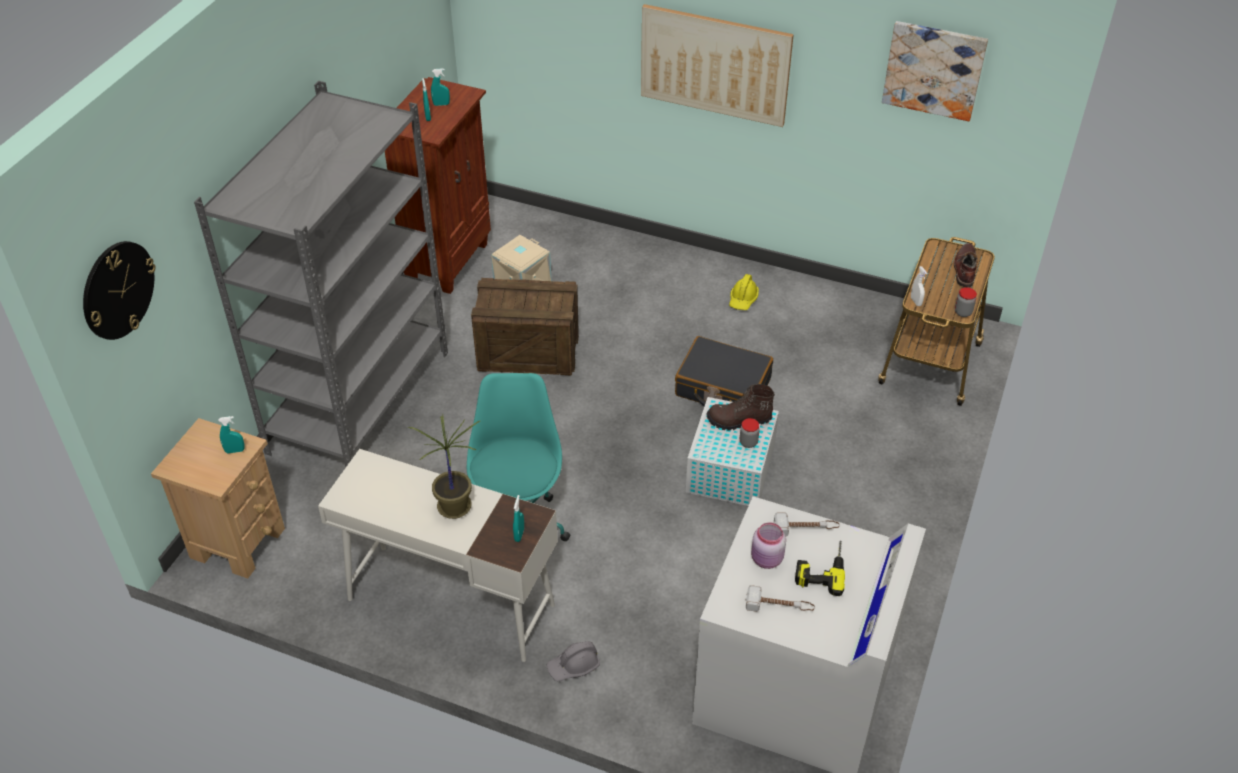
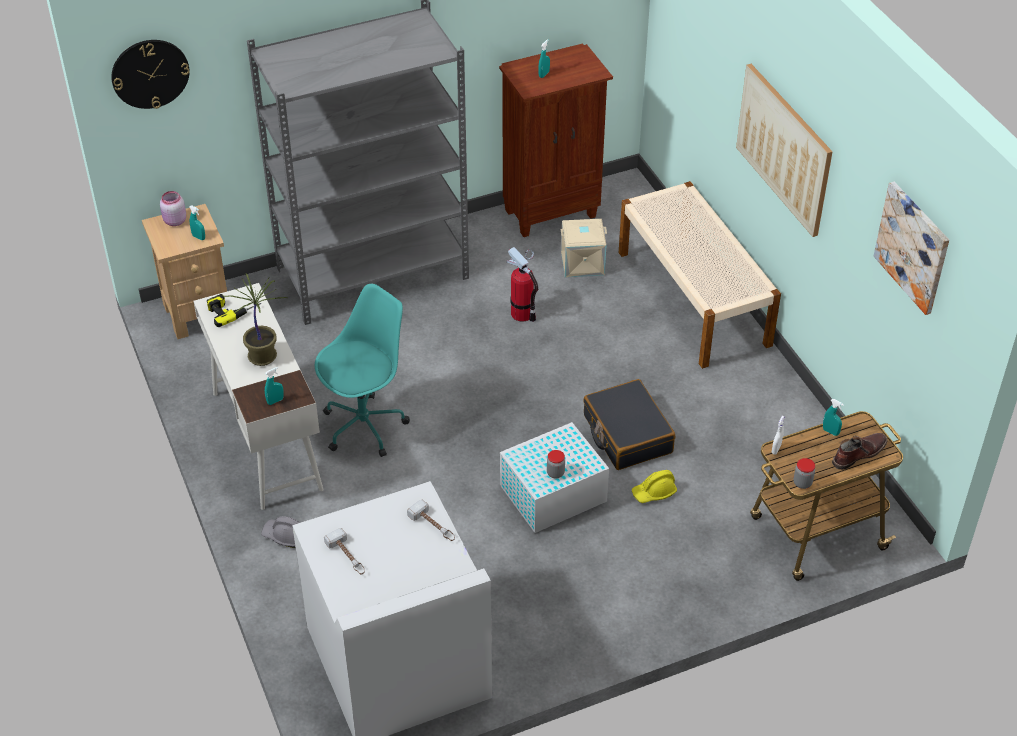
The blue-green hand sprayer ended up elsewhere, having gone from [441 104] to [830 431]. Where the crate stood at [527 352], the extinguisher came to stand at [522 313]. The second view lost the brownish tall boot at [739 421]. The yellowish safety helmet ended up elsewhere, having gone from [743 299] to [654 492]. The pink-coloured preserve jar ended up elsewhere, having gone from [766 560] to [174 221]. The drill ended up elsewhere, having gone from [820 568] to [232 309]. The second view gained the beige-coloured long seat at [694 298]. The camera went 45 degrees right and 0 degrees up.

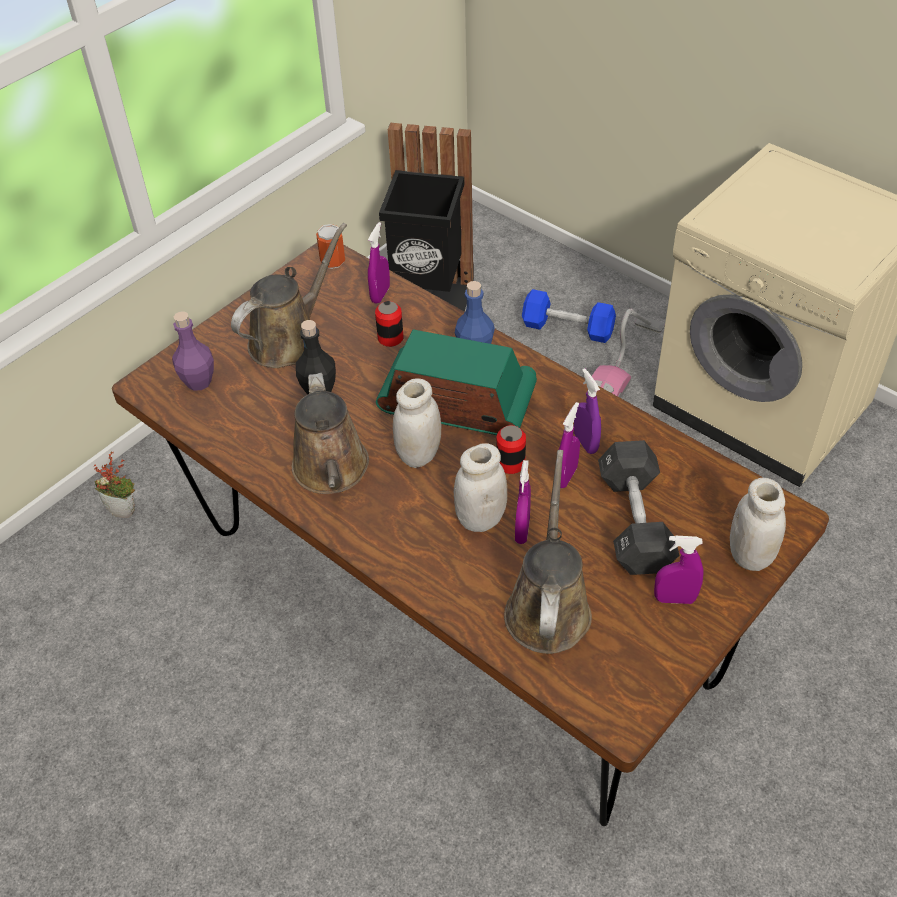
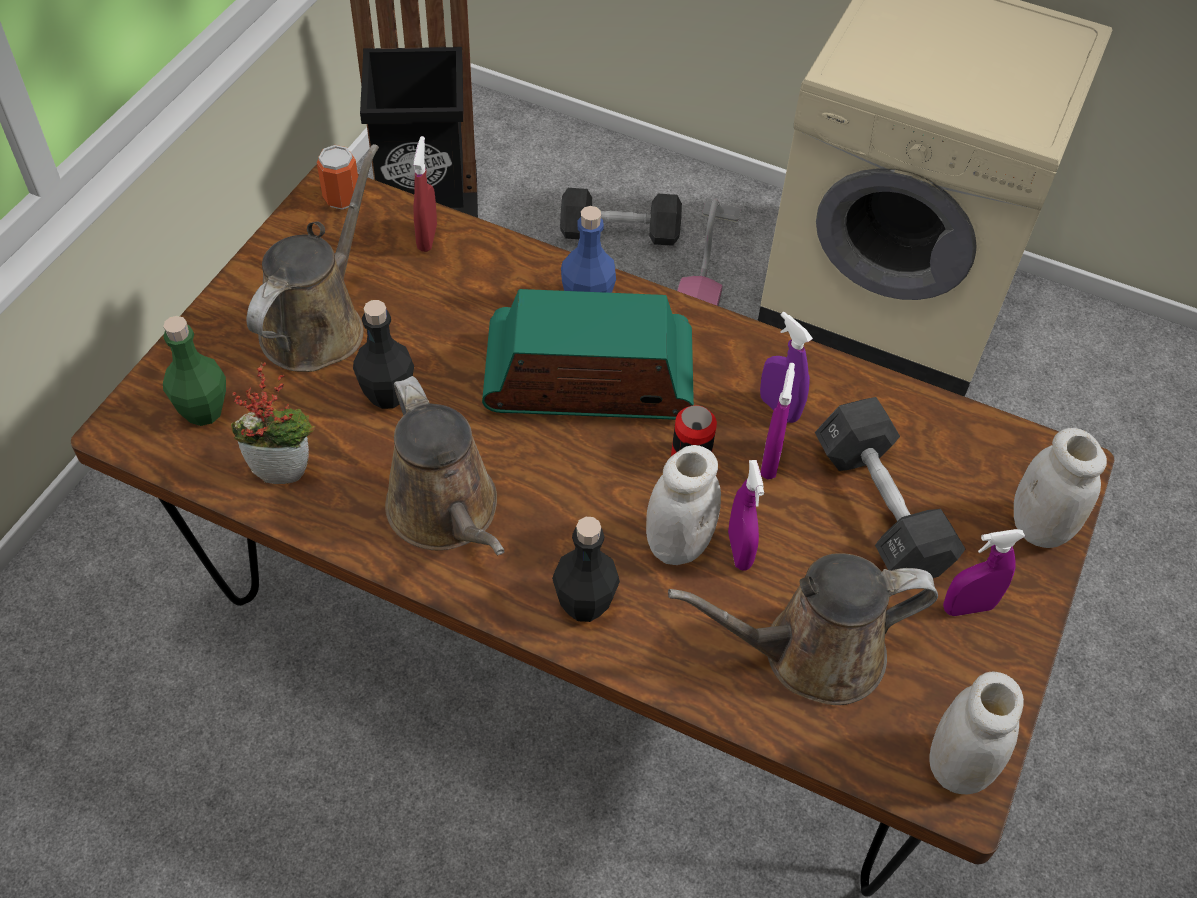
The plant in a pot ended up elsewhere, having gone from [125 510] to [285 469]. What was the purplish drink bottle at [198 382] turned into the greenish drink bottle at [203 411]. What was the purplish hand sprayer at [380 294] turned into the red-coloured hand sprayer at [427 238]. The second view lost the sealed can at [390 338]. The whitish preserve jar ended up elsewhere, having gone from [419 455] to [957 766]. The brownish sprinkling can at [548 606] ended up facing another way, 90 degrees counterclockwise from before. What was the blue-coloured dumbbell at [567 328] turned into the black dumbbell at [619 232]. The second view gained the black drink bottle at [584 604]. The camera went 20 degrees left and 5 degrees up.

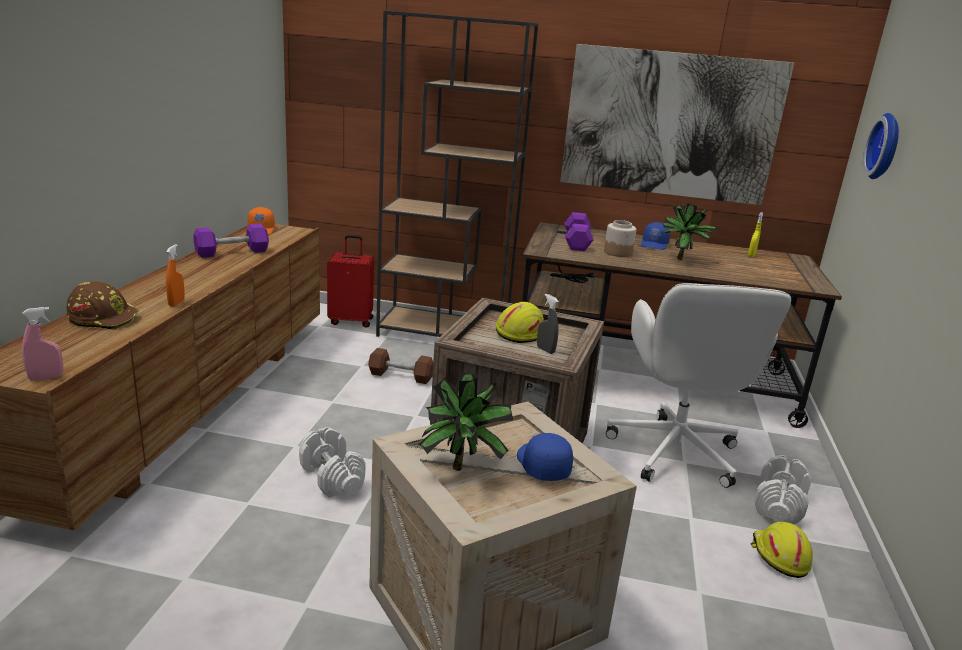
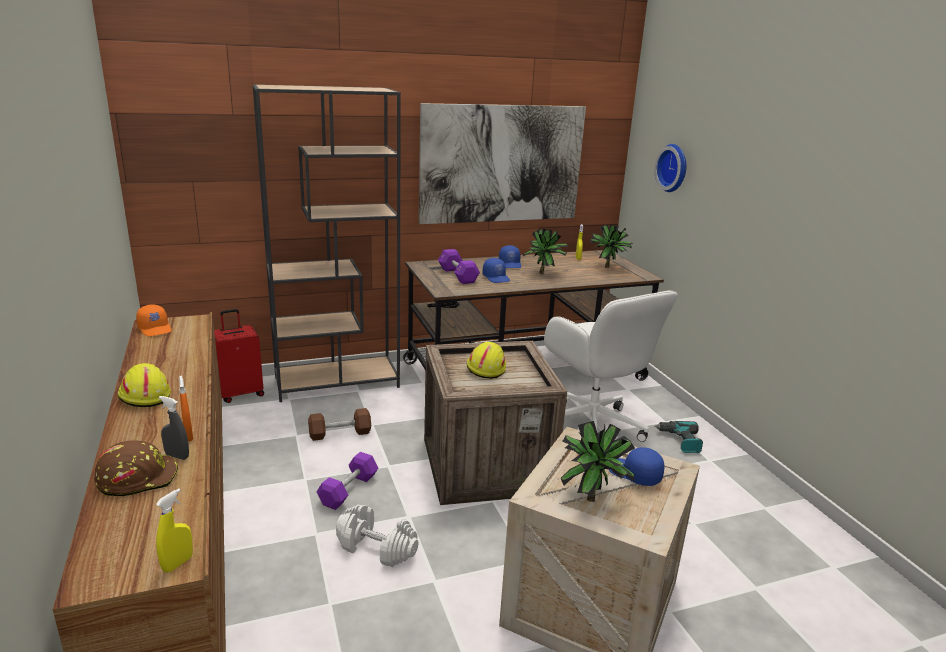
What was the pink-coloured hand sprayer at [46 378] turned into the yellowish hand sprayer at [178 563]. The purplish dumbbell ended up elsewhere, having gone from [232 252] to [348 490]. The greyish hand sprayer ended up elsewhere, having gone from [545 350] to [177 456]. Where the preserve jar stood at [618 252], the blue-coloured cap came to stand at [496 278]. The yellowish safety helmet ended up elsewhere, having gone from [778 556] to [143 396]. Where the whitish dumbbell stood at [779 504], the drill came to stand at [680 441]. The second view gained the plant in a pot at [609 268]. The camera went 30 degrees left and 0 degrees up.

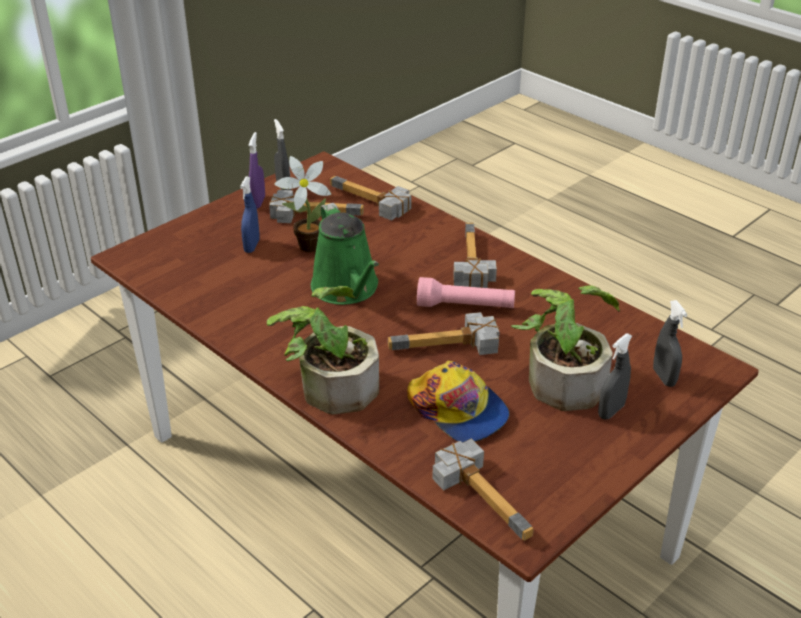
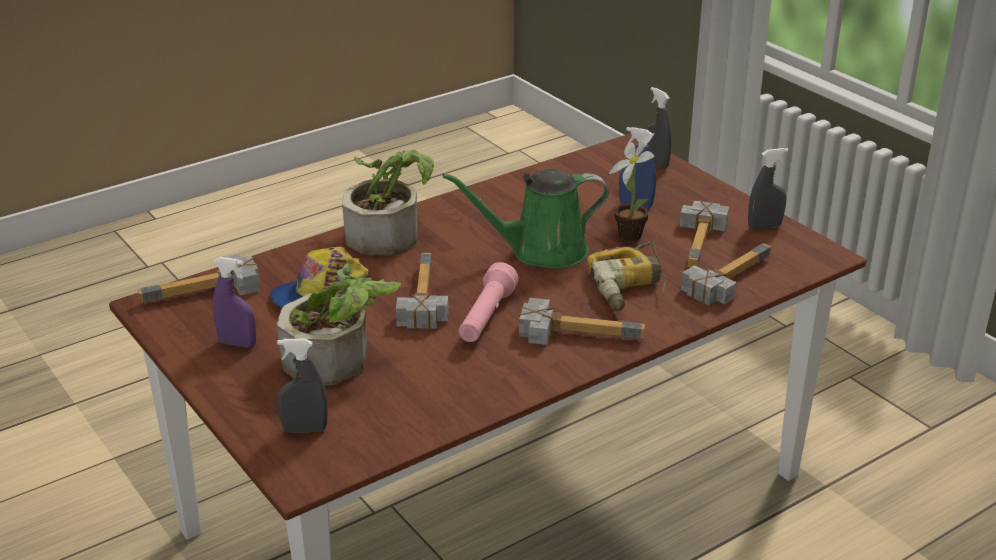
The purplish hand sprayer ended up elsewhere, having gone from [258 202] to [237 343]. The greyish hand sprayer ended up elsewhere, having gone from [611 411] to [655 164]. The second view gained the drill at [630 286]. The camera went 100 degrees right and 5 degrees down.

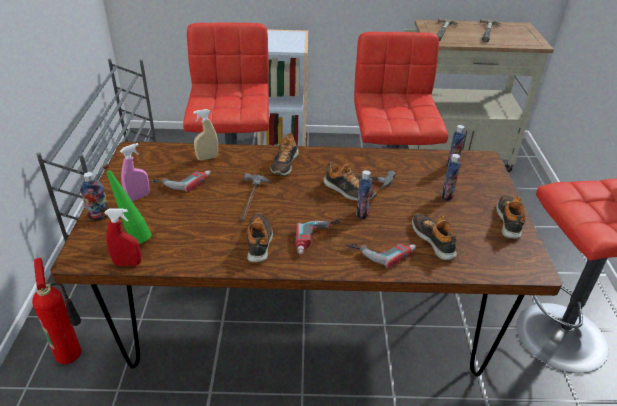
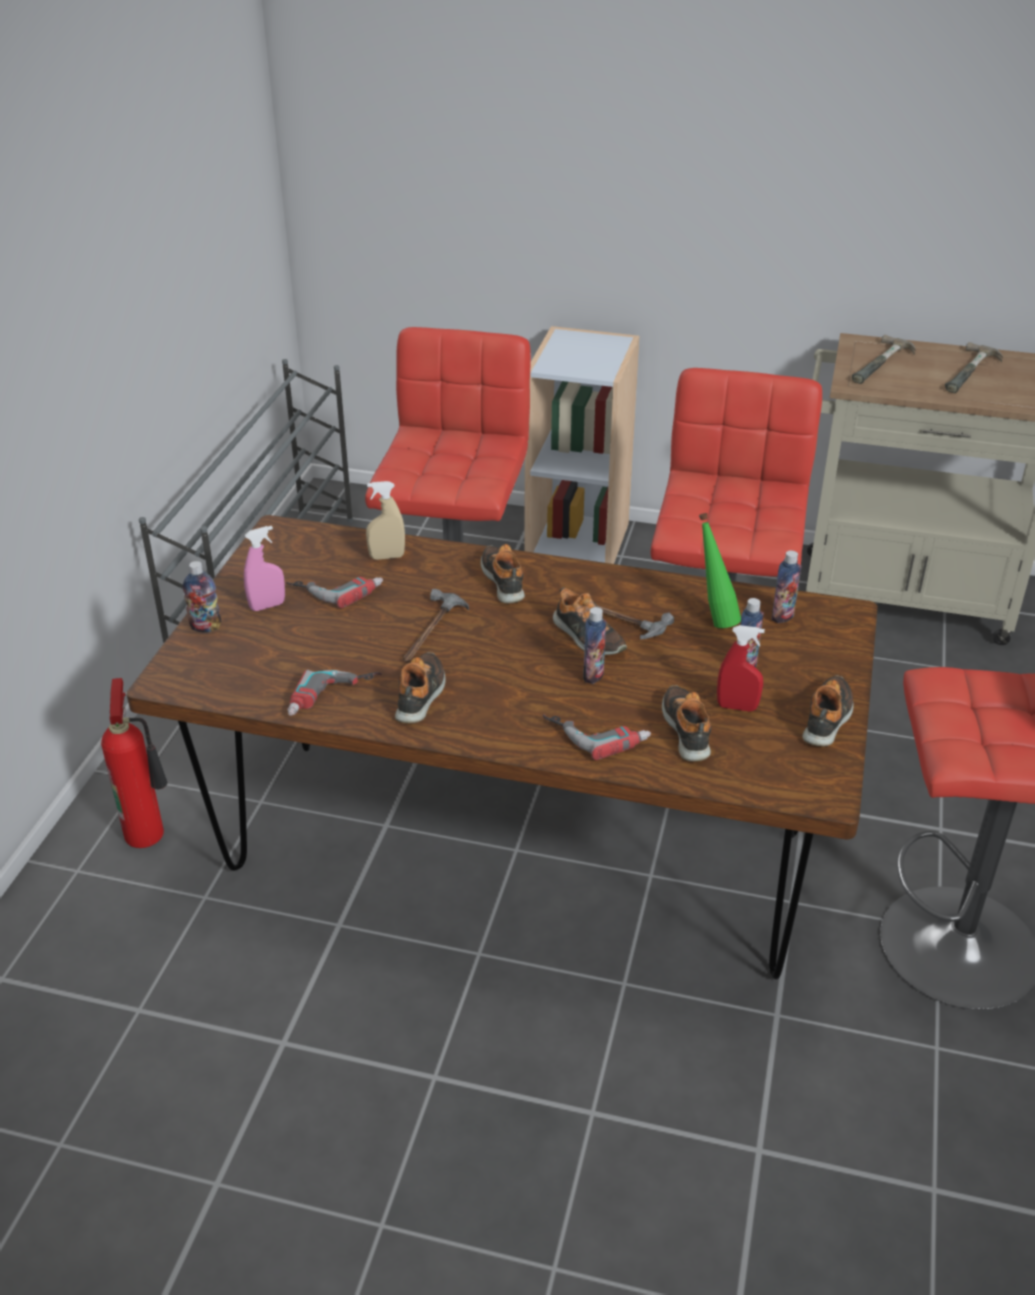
The greenish drink bottle ended up elsewhere, having gone from [134 237] to [713 619]. The red-coloured hand sprayer ended up elsewhere, having gone from [127 263] to [737 707]. The low shoe at [284 164] ended up facing another way, 135 degrees clockwise from before. The drill ended up elsewhere, having gone from [320 239] to [334 699]. The camera went 15 degrees right and 0 degrees up.

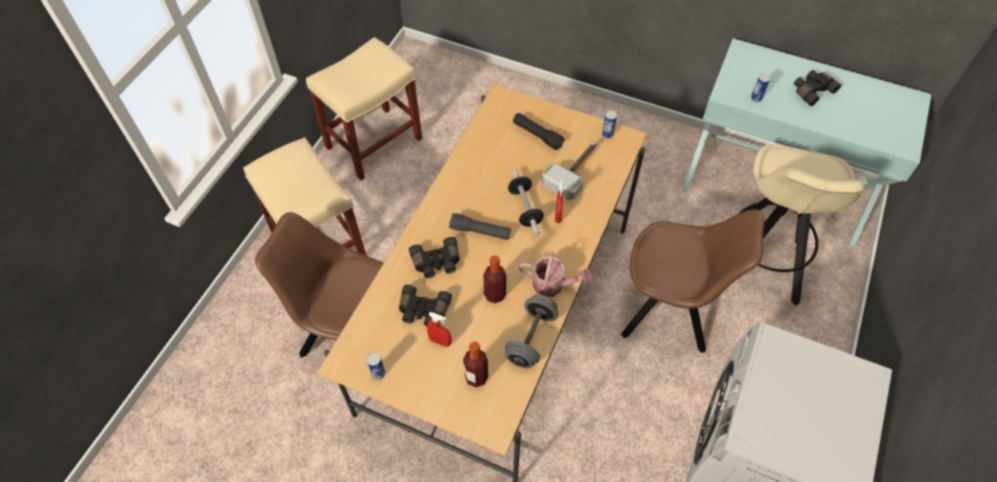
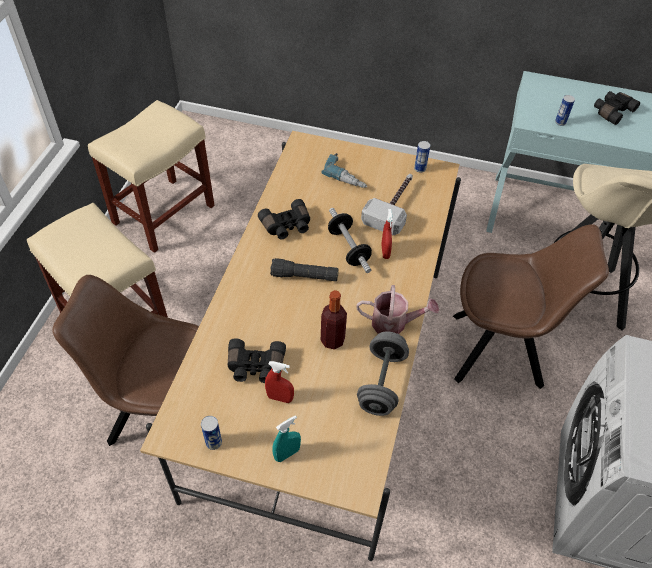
The black pair of binoculars ended up elsewhere, having gone from [436 263] to [287 226]. The second view lost the drink bottle at [476 377]. Where the black hand torch stood at [537 135], the drill came to stand at [347 175]. The second view gained the blue-green hand sprayer at [287 454]. The camera went 10 degrees left and 5 degrees down.

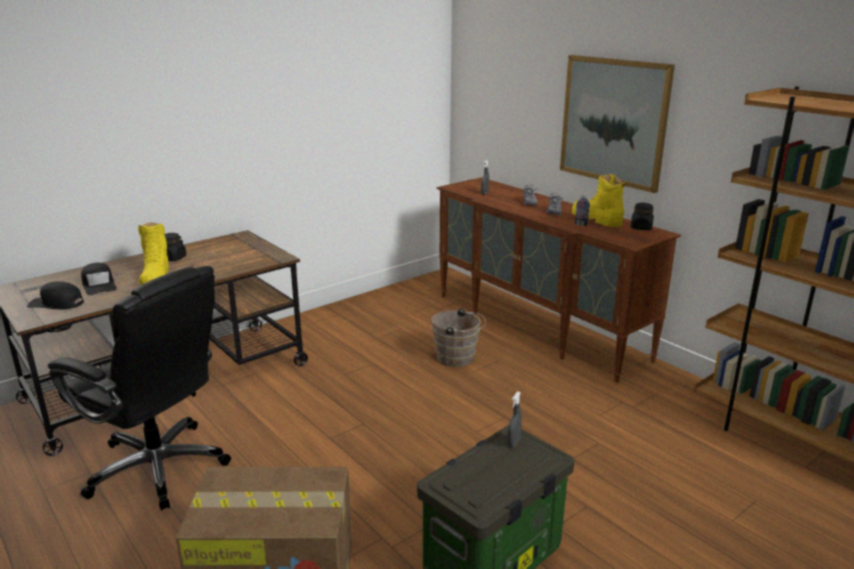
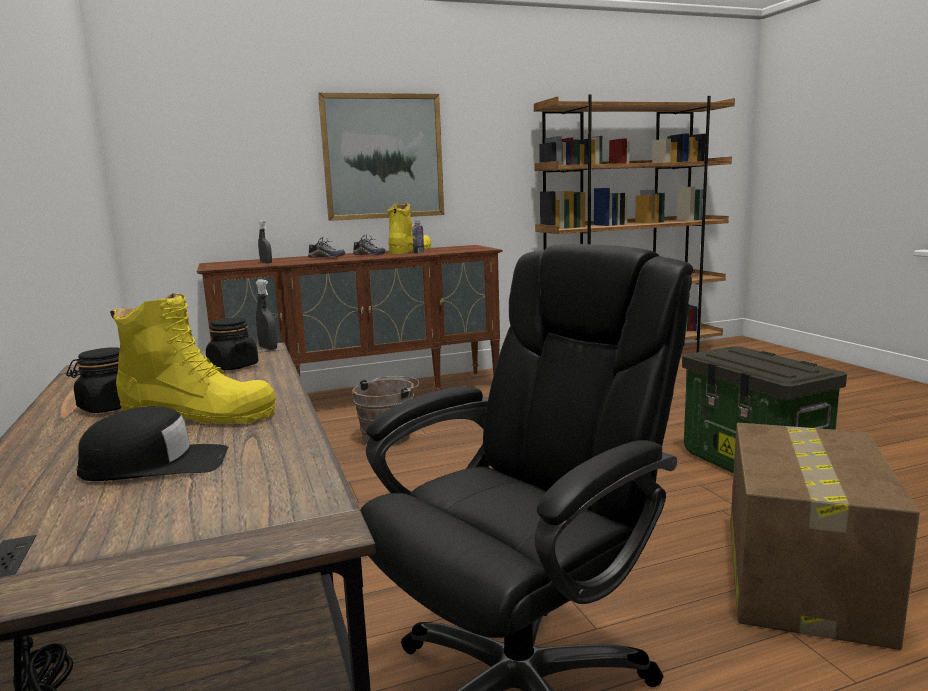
The second view lost the black cap at [57 303]. The greyish hand sprayer ended up elsewhere, having gone from [513 442] to [268 348]. The yellowish tall boot at [596 219] ended up facing another way, 135 degrees clockwise from before. The black preserve jar ended up elsewhere, having gone from [641 228] to [233 366]. The camera went 70 degrees left and 10 degrees down.

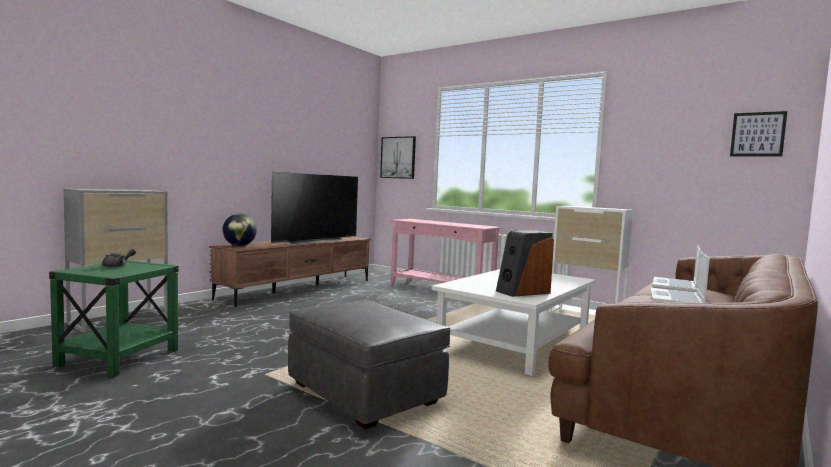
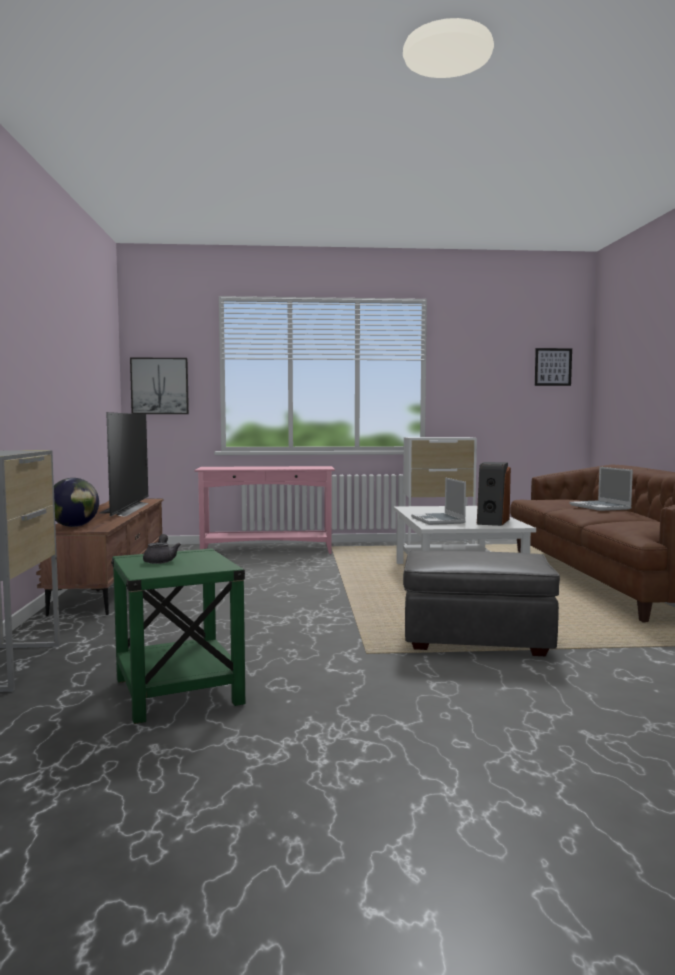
The laptop ended up elsewhere, having gone from [675 286] to [439 520]. The camera went 40 degrees left and 0 degrees up.

